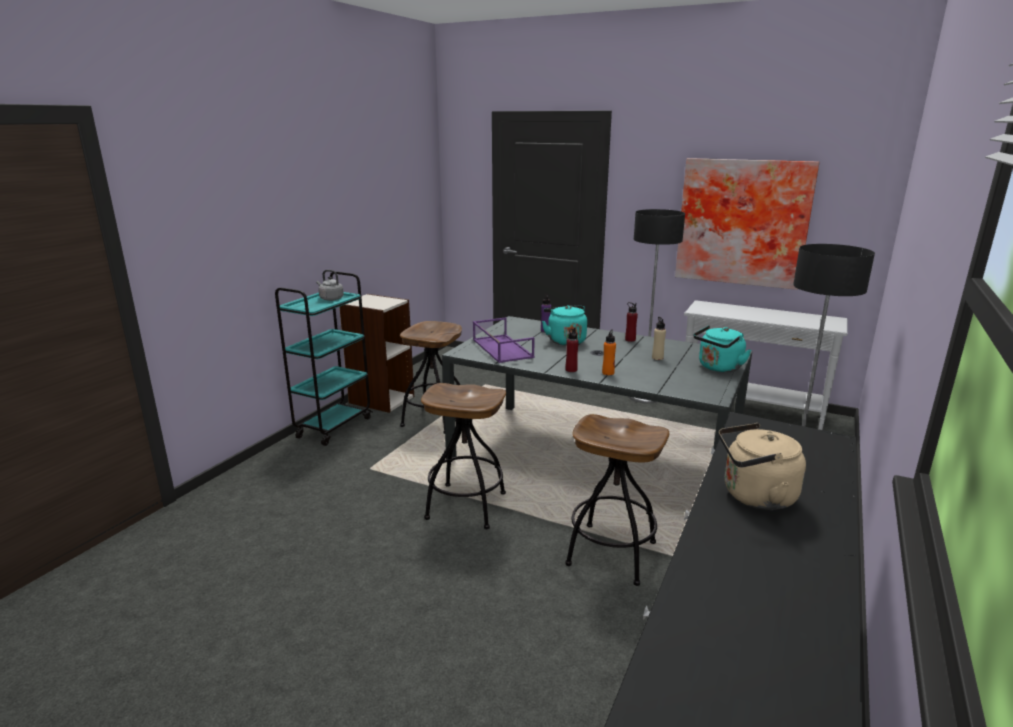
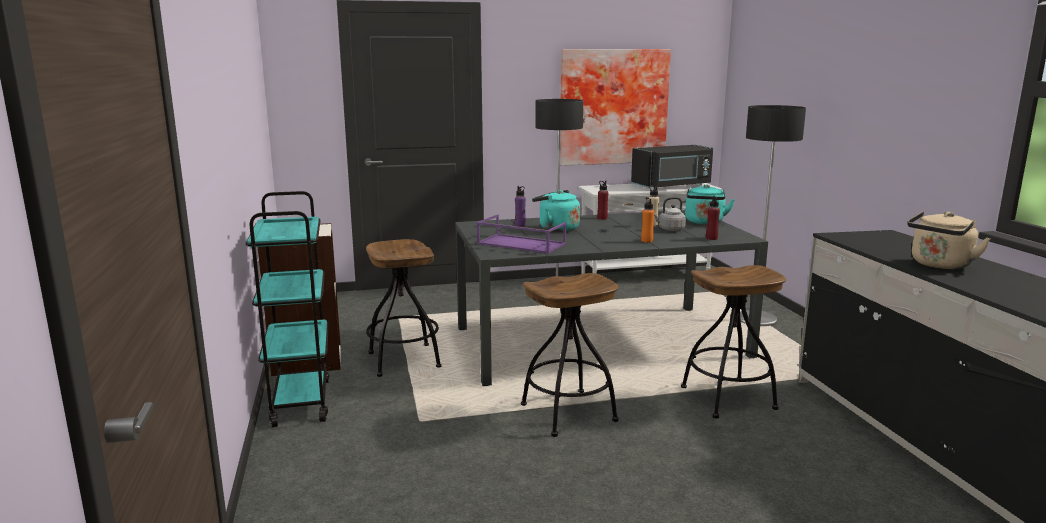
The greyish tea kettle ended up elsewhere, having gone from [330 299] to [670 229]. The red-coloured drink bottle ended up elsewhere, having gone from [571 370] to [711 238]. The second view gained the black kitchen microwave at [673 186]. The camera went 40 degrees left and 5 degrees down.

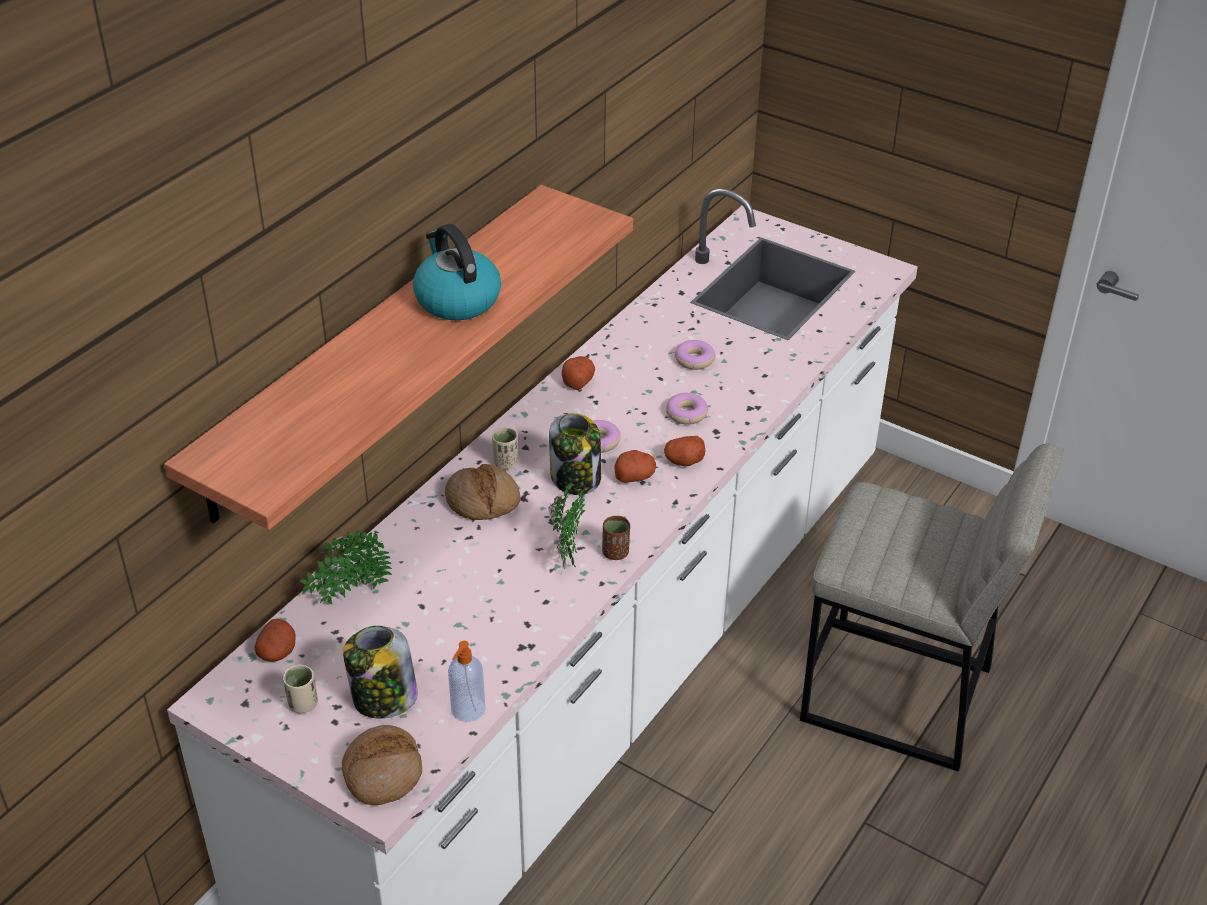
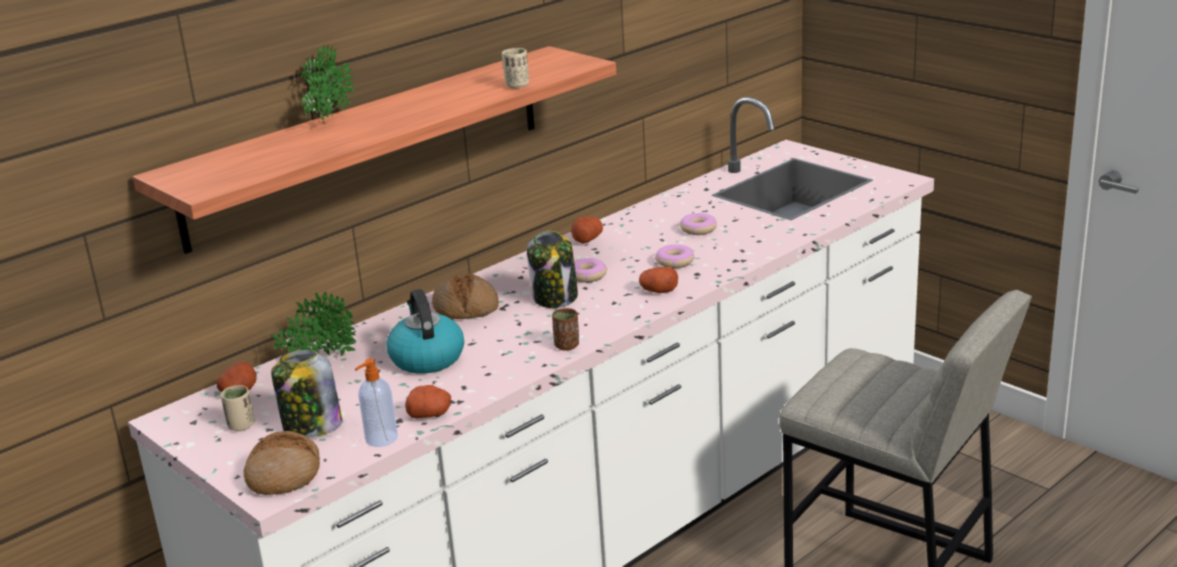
The tea kettle ended up elsewhere, having gone from [456 299] to [426 358]. The beige-coloured drinking cup ended up elsewhere, having gone from [505 463] to [517 85]. The plant in a pot ended up elsewhere, having gone from [566 553] to [327 121]. The whole potato ended up elsewhere, having gone from [634 476] to [430 414]. The camera went 15 degrees right and 15 degrees down.

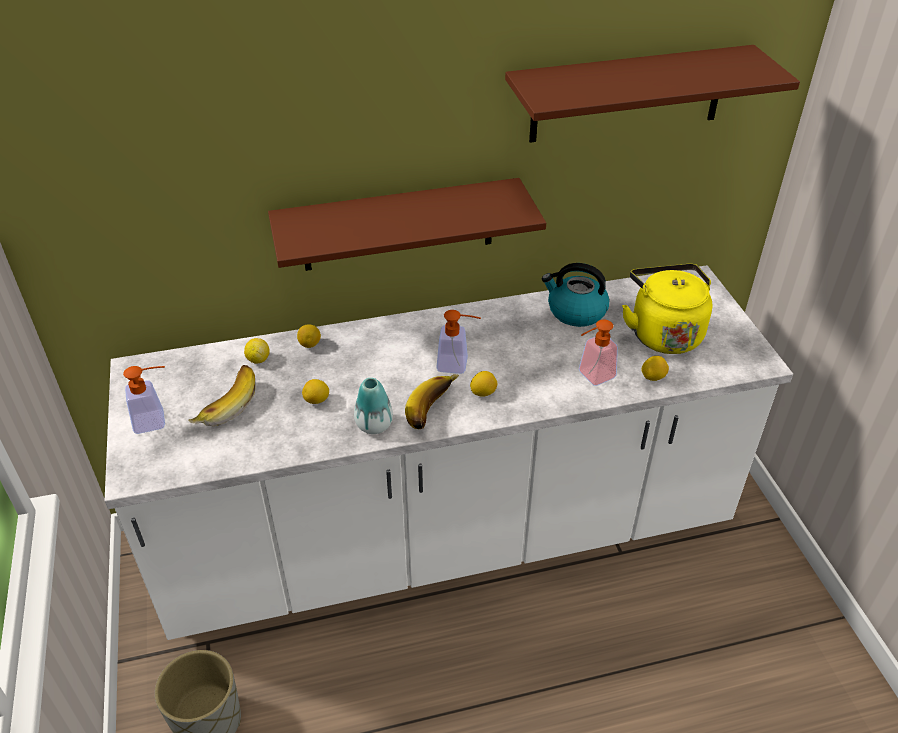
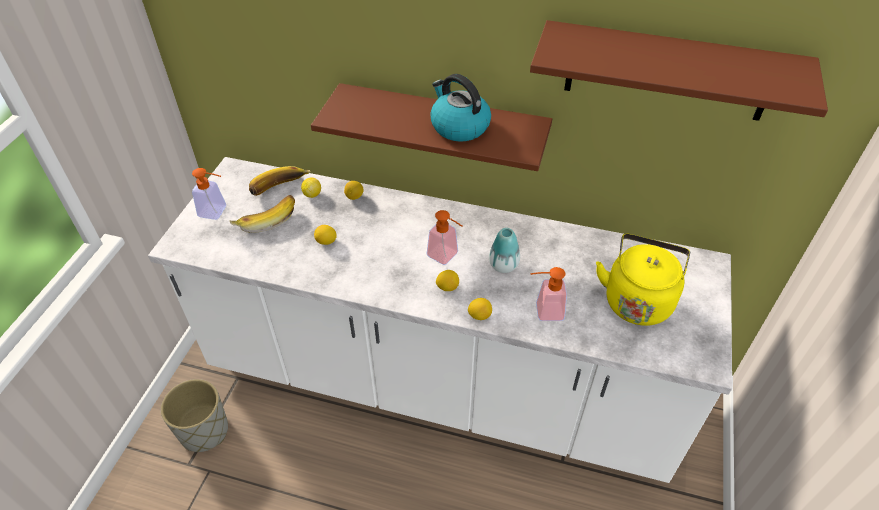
The flower vase ended up elsewhere, having gone from [374 425] to [503 265]. The whole banana ended up elsewhere, having gone from [434 411] to [280 189]. The tea kettle ended up elsewhere, having gone from [575 311] to [459 126]. The whole lemon ended up elsewhere, having gone from [653 377] to [479 315]. The camera went 30 degrees right and 5 degrees up.

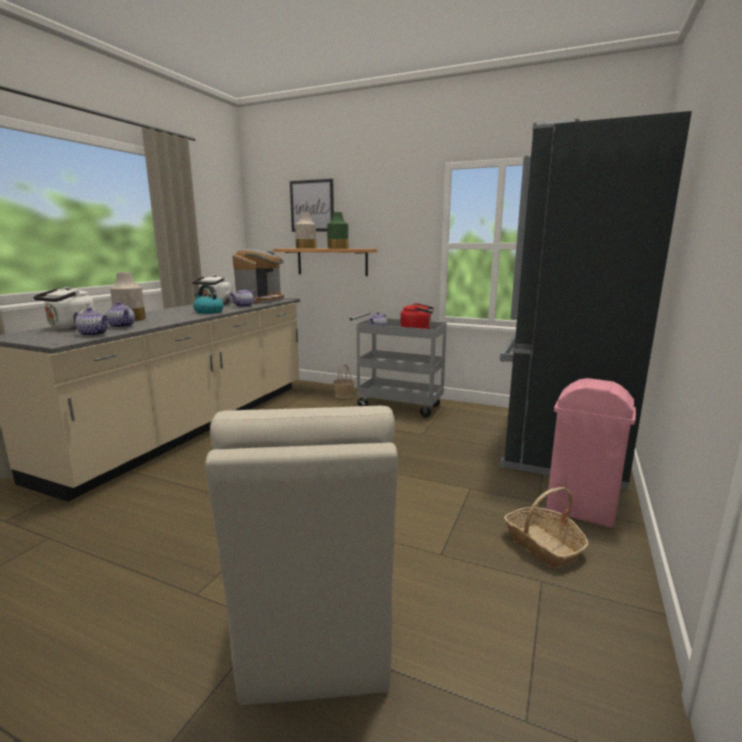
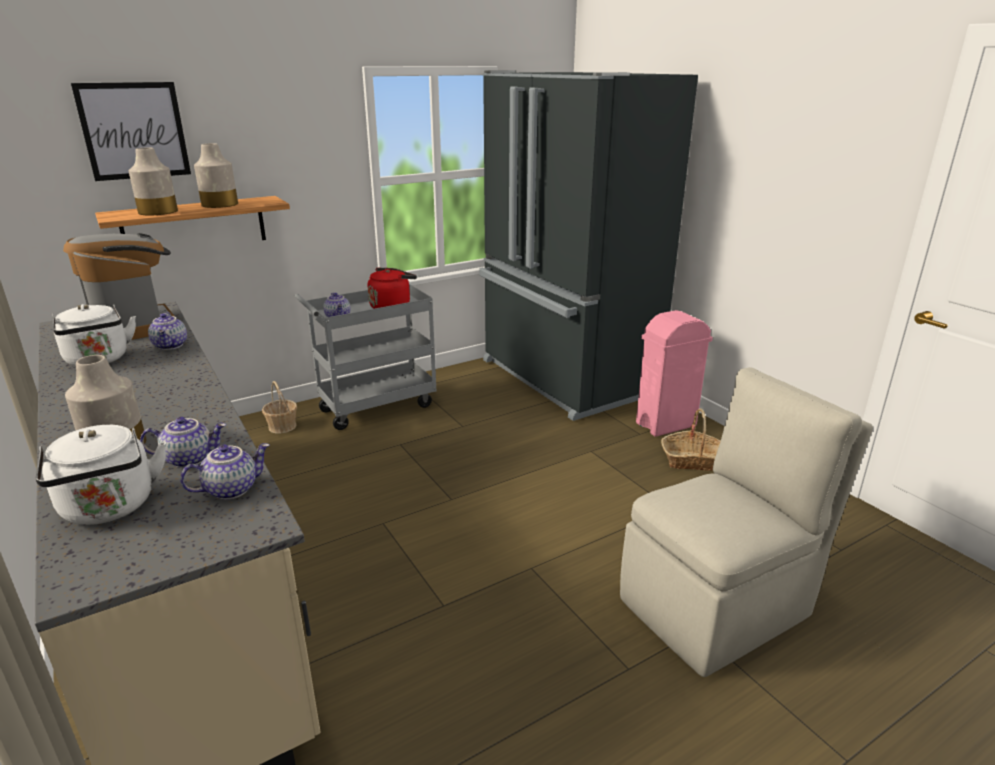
The second view lost the tea kettle at [208 312]. The beige-coloured upright chair at [315 627] ended up facing another way, 60 degrees counterclockwise from before. What was the greenish flower vase at [338 248] turned into the beige-coloured flower vase at [219 204]. The camera went 55 degrees left and 10 degrees up.

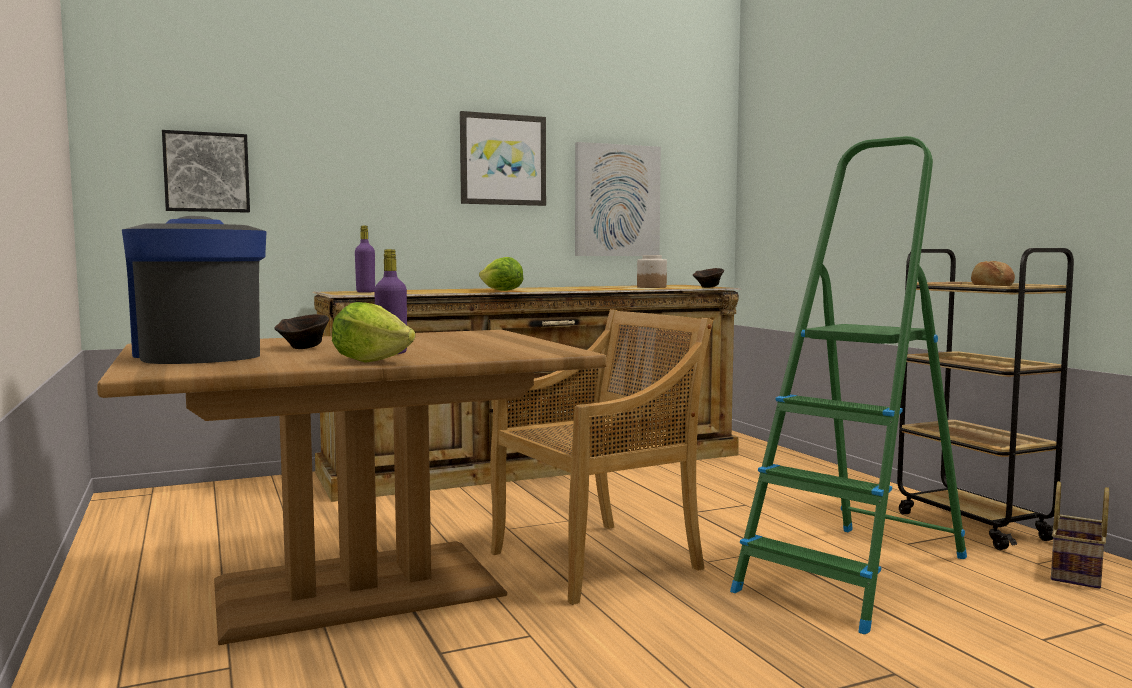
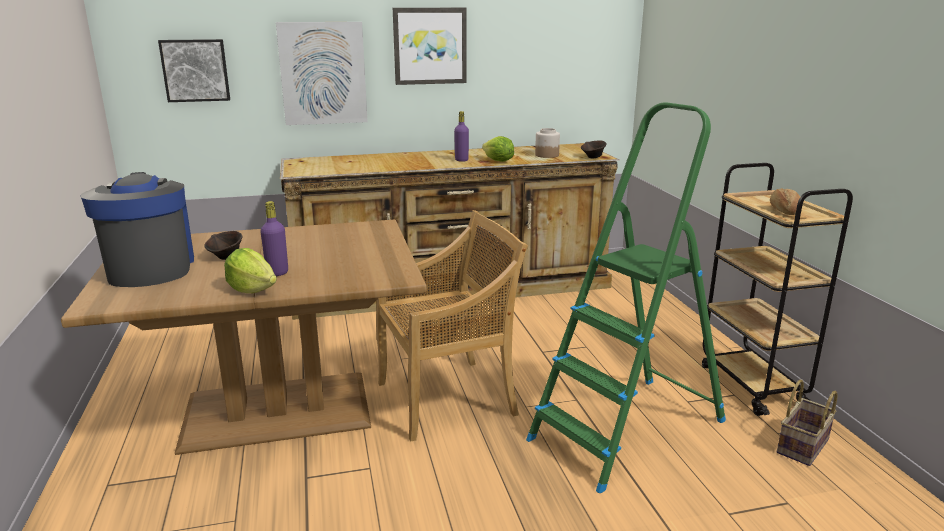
The purplish drink bottle ended up elsewhere, having gone from [365 292] to [461 160]. The head of lettuce ended up elsewhere, having gone from [502 291] to [498 161]. The wall art ended up elsewhere, having gone from [616 200] to [323 73]. The camera went 10 degrees right and 15 degrees up.

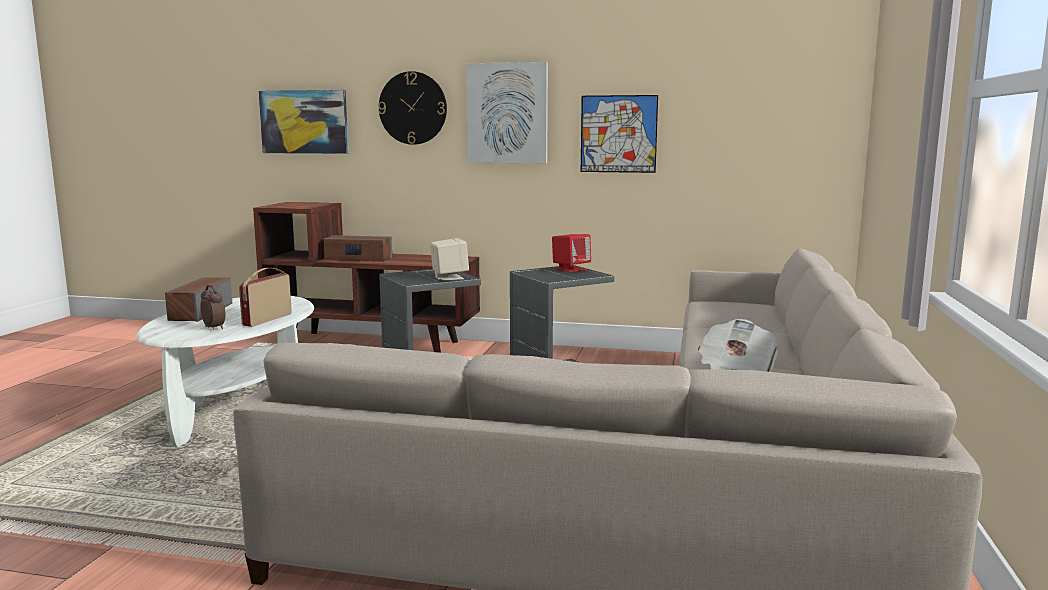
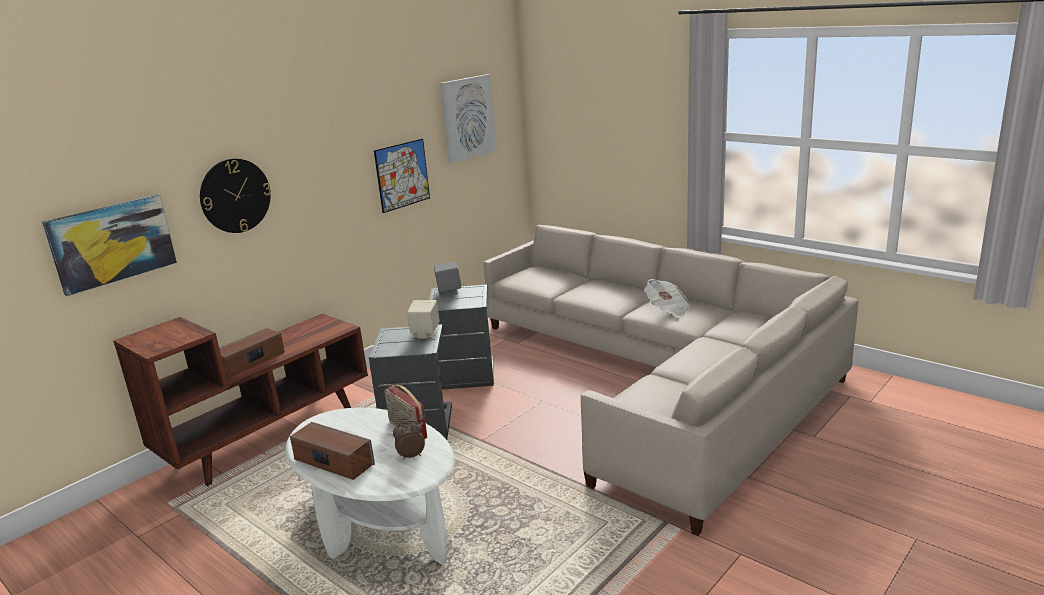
The wall art ended up elsewhere, having gone from [507 113] to [467 118]. What was the red-coloured speaker at [571 269] turned into the greyish speaker at [449 291]. The camera went 60 degrees left and 10 degrees up.

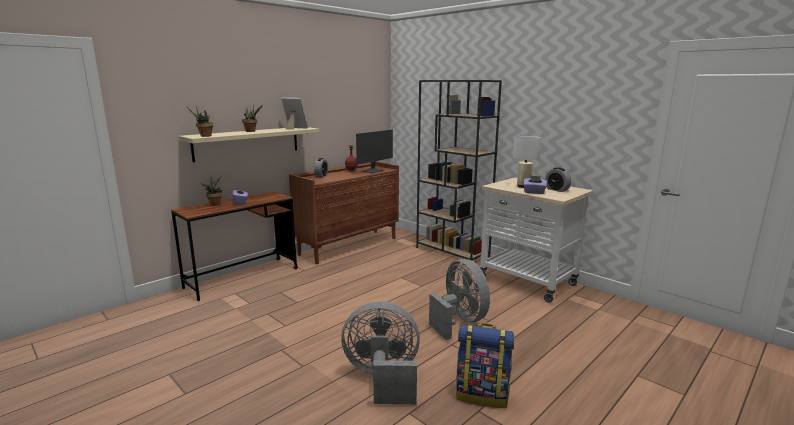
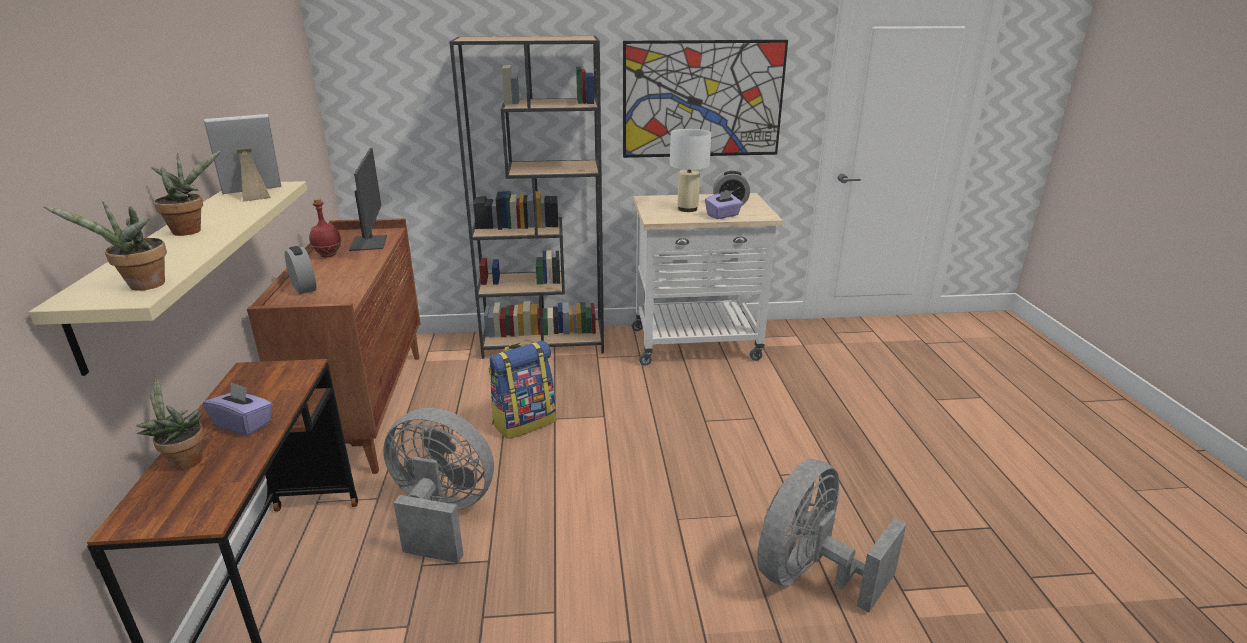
The greyish cooling fan ended up elsewhere, having gone from [459 321] to [442 515]. The backpack ended up elsewhere, having gone from [482 394] to [524 422]. The second view gained the wall art at [703 99]. The camera went 50 degrees left and 10 degrees up.

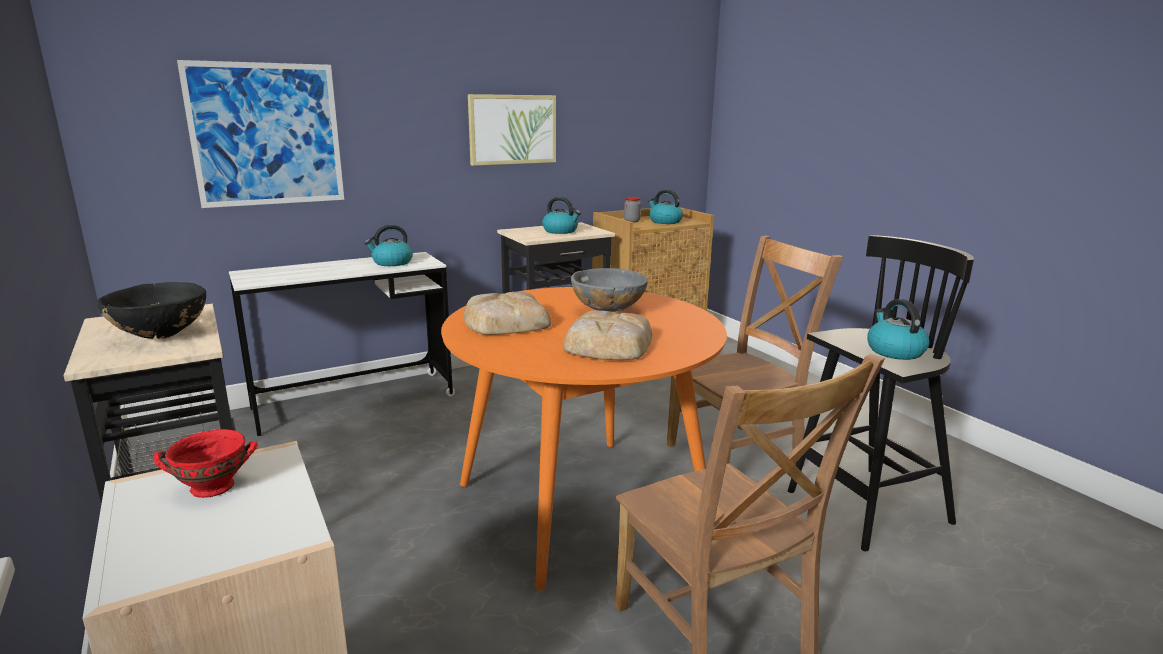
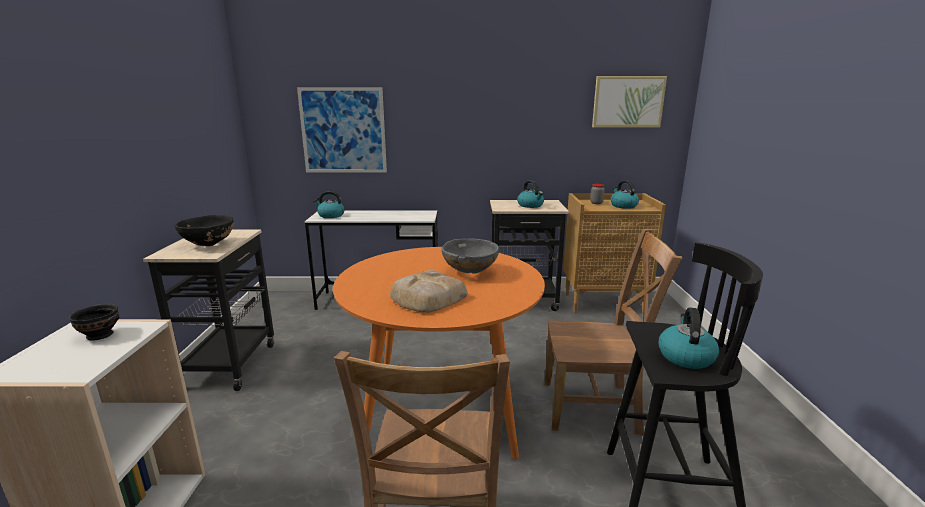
What was the red-coloured bowl at [211 487] turned into the black bowl at [100 335]. The tea kettle ended up elsewhere, having gone from [392 263] to [330 215]. The second view lost the bread at [504 322]. The wall art ended up elsewhere, having gone from [512 129] to [628 102]. The camera went 30 degrees right and 0 degrees up.

